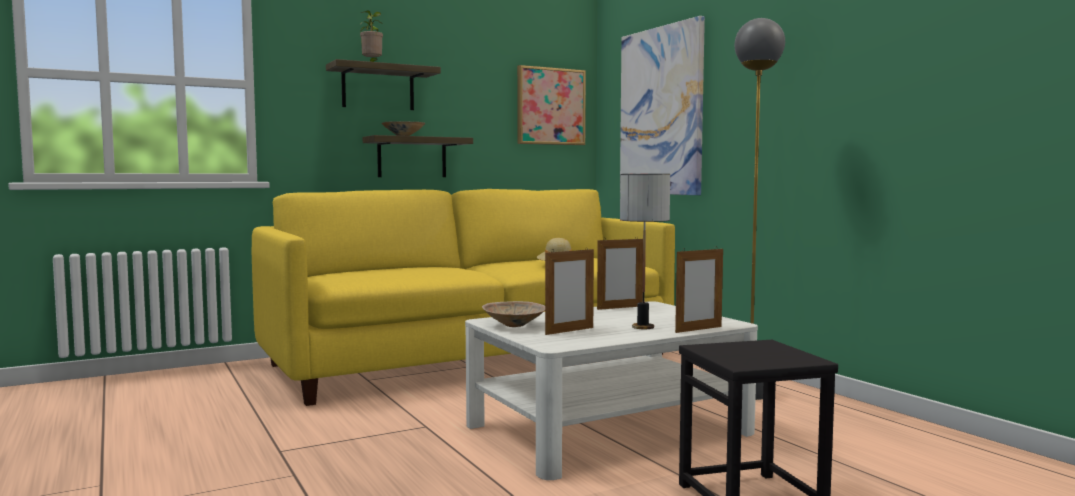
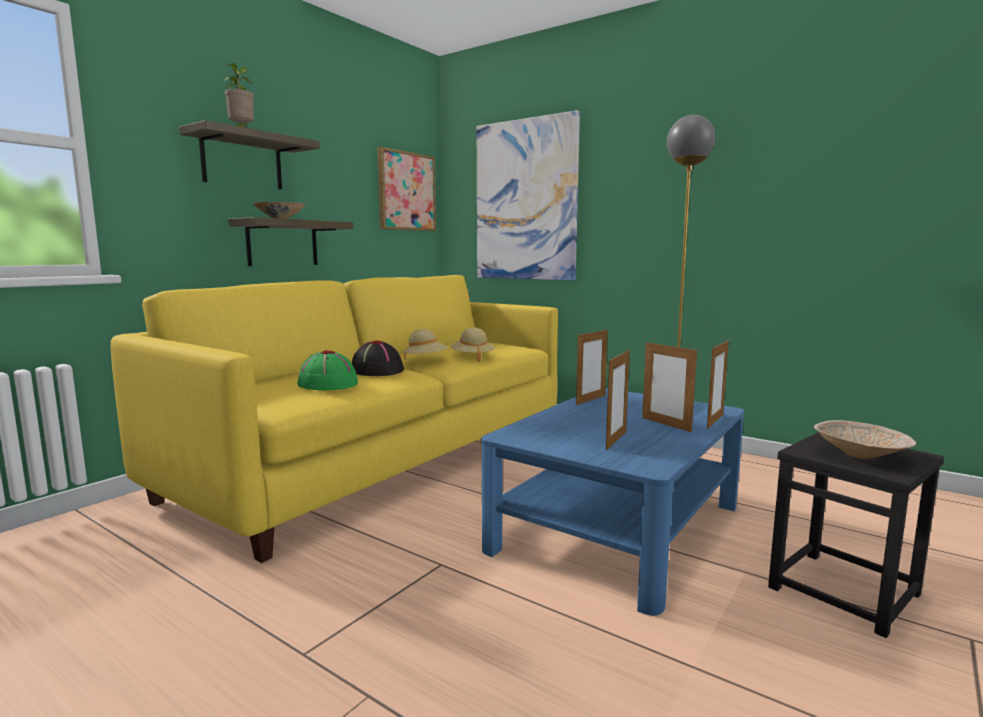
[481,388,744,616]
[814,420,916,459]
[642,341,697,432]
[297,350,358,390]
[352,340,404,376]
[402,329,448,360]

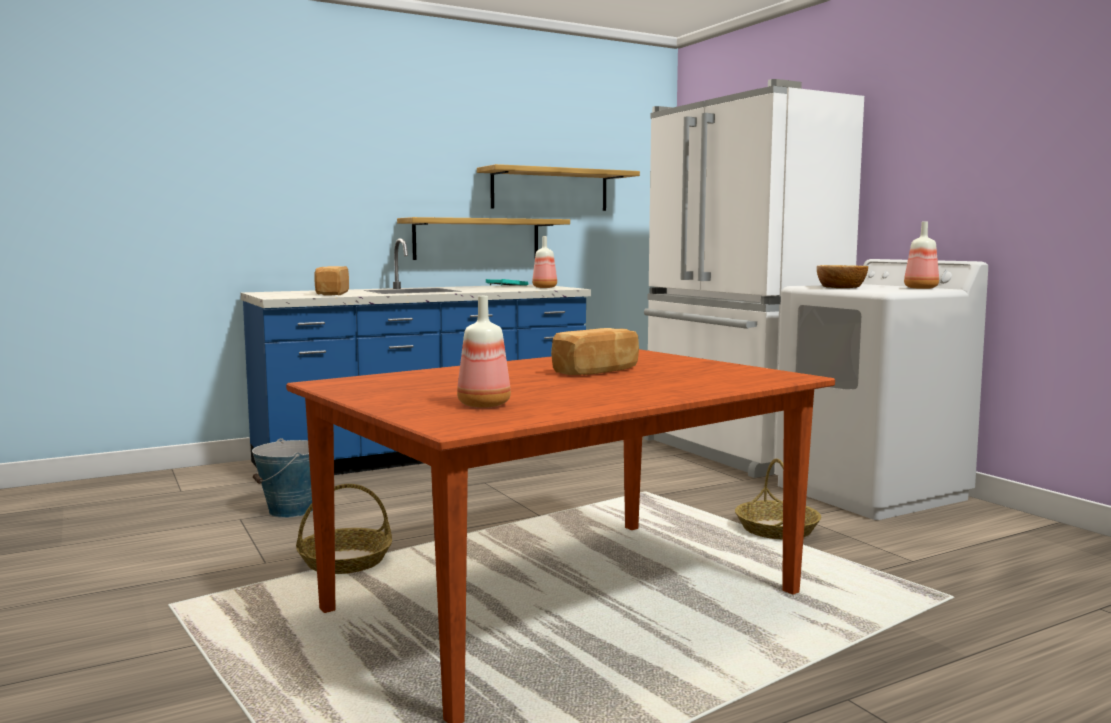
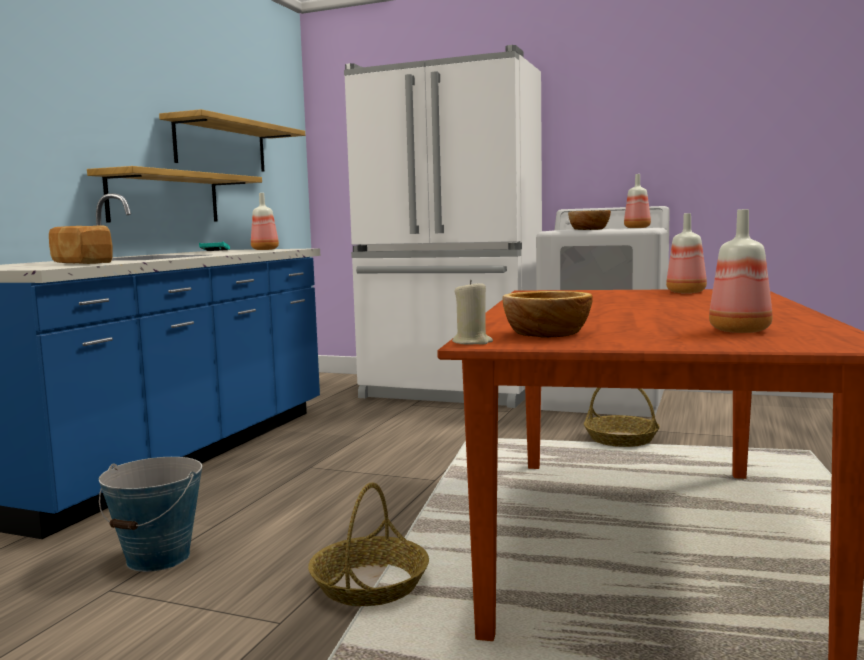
[551,328,639,375] (first image)
[452,280,493,345]
[503,291,593,338]
[666,213,707,293]

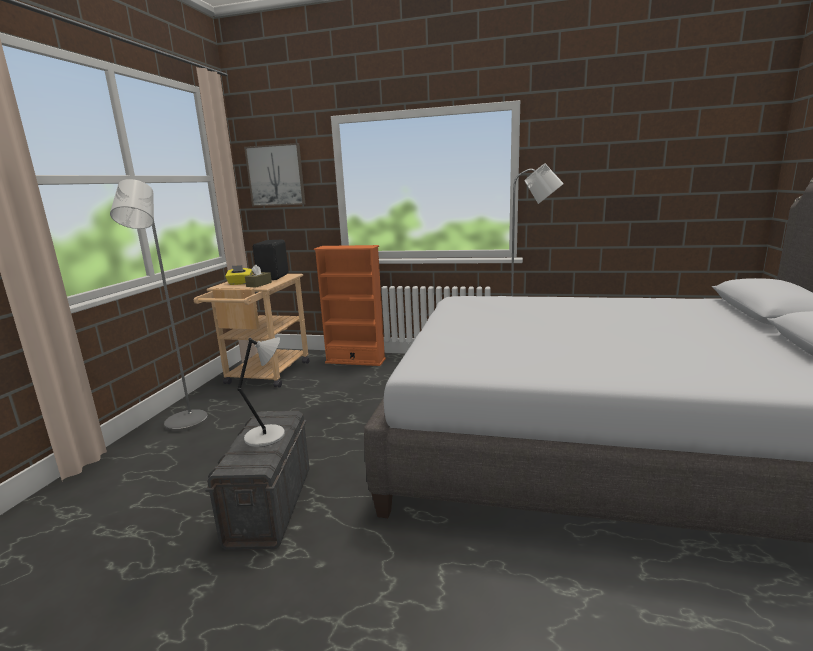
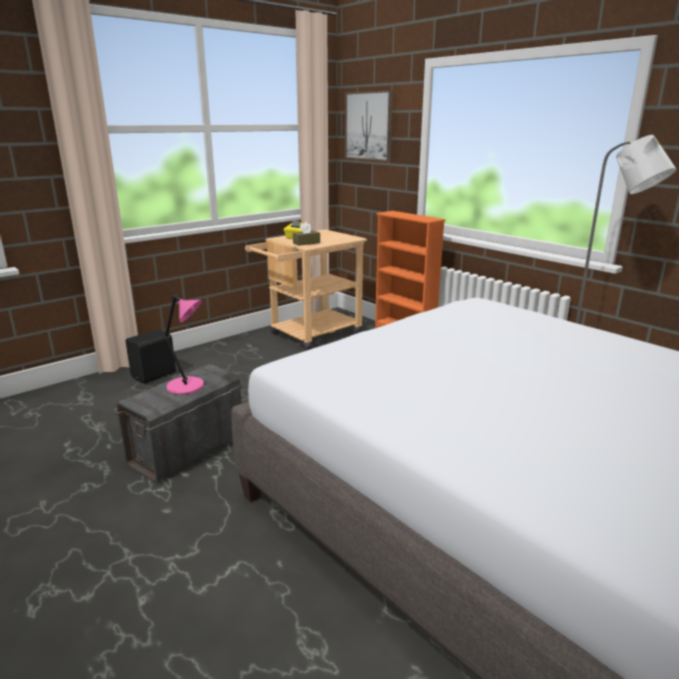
[110,179,208,432] (first image)
[163,294,204,395]
[126,329,176,384]

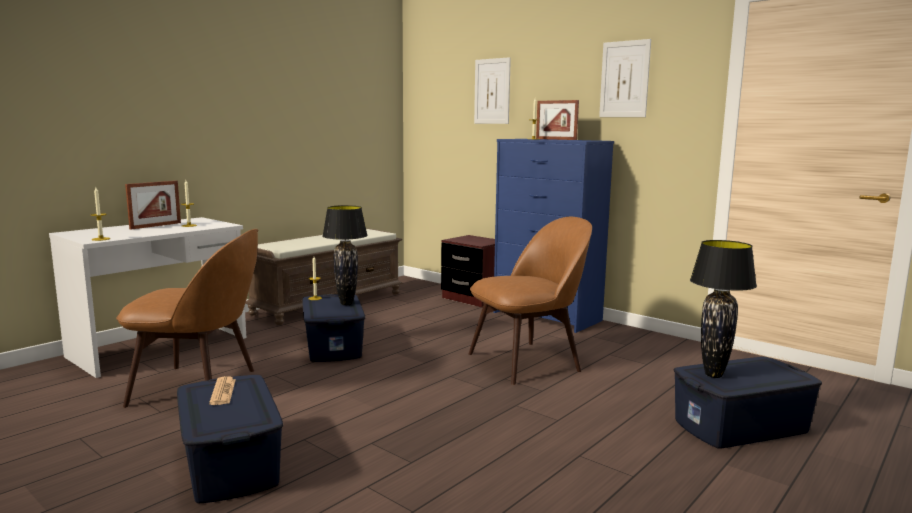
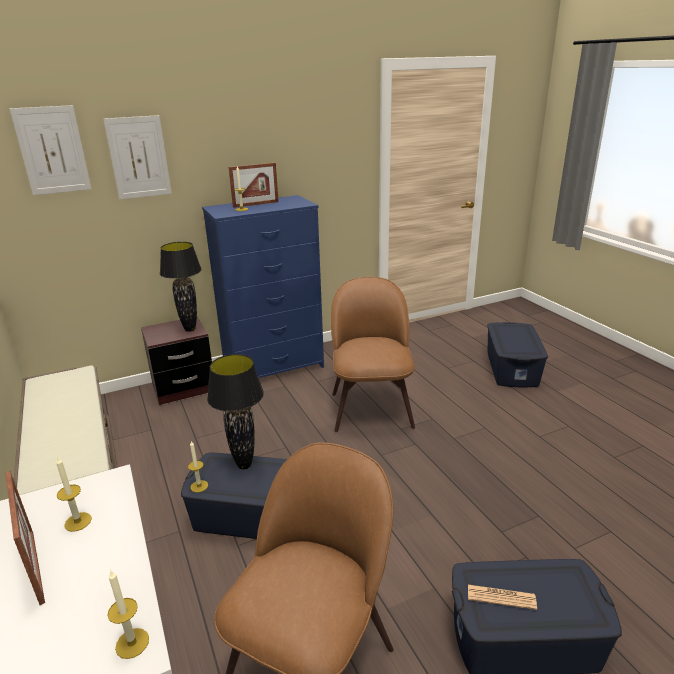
[10,105,91,195]
[160,242,202,332]

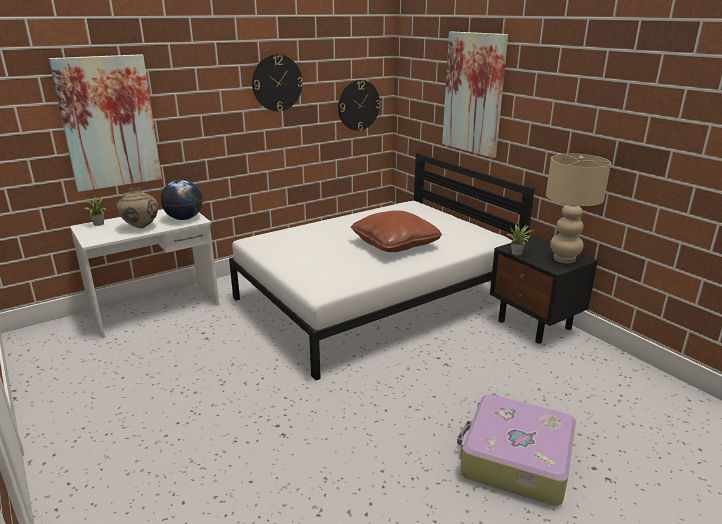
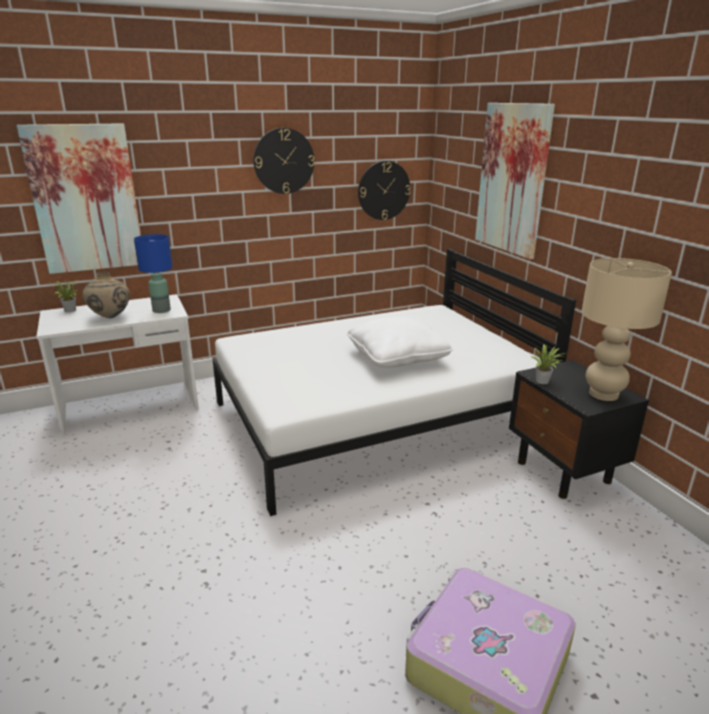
[134,234,173,313]
[346,316,453,368]

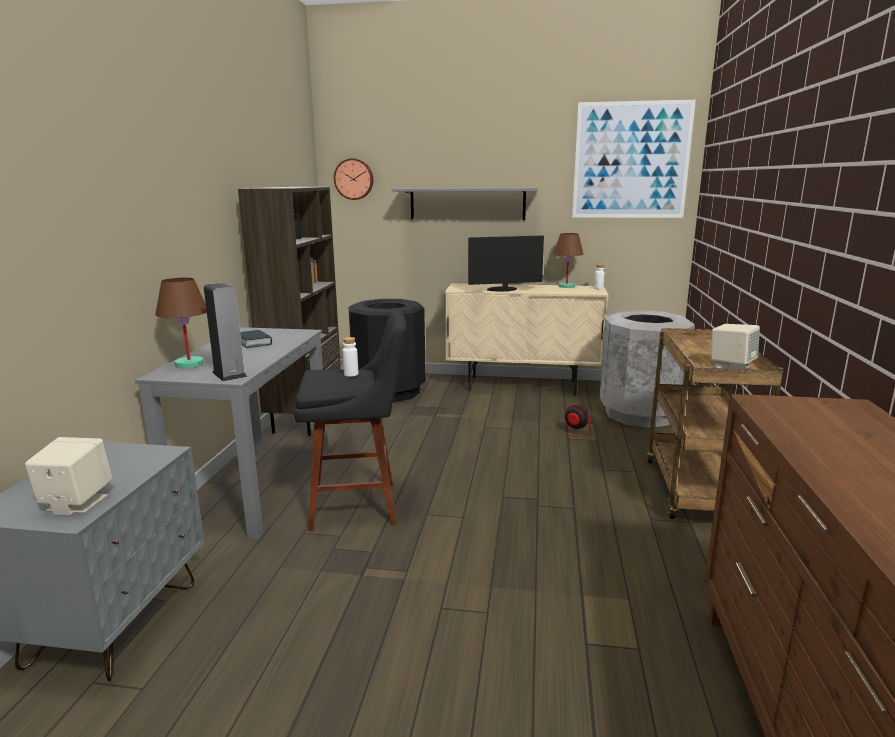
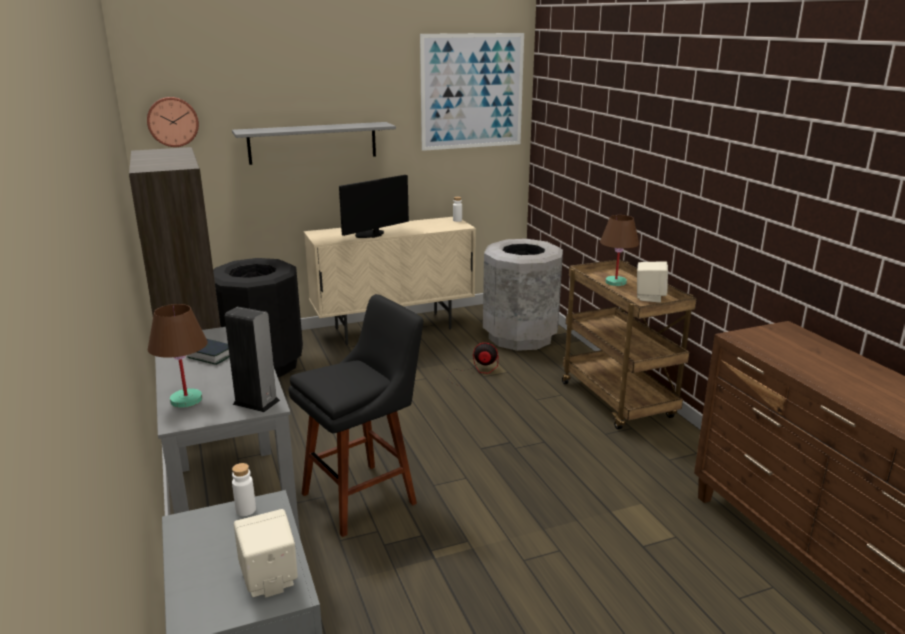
[232,463,256,516]
[600,215,639,286]

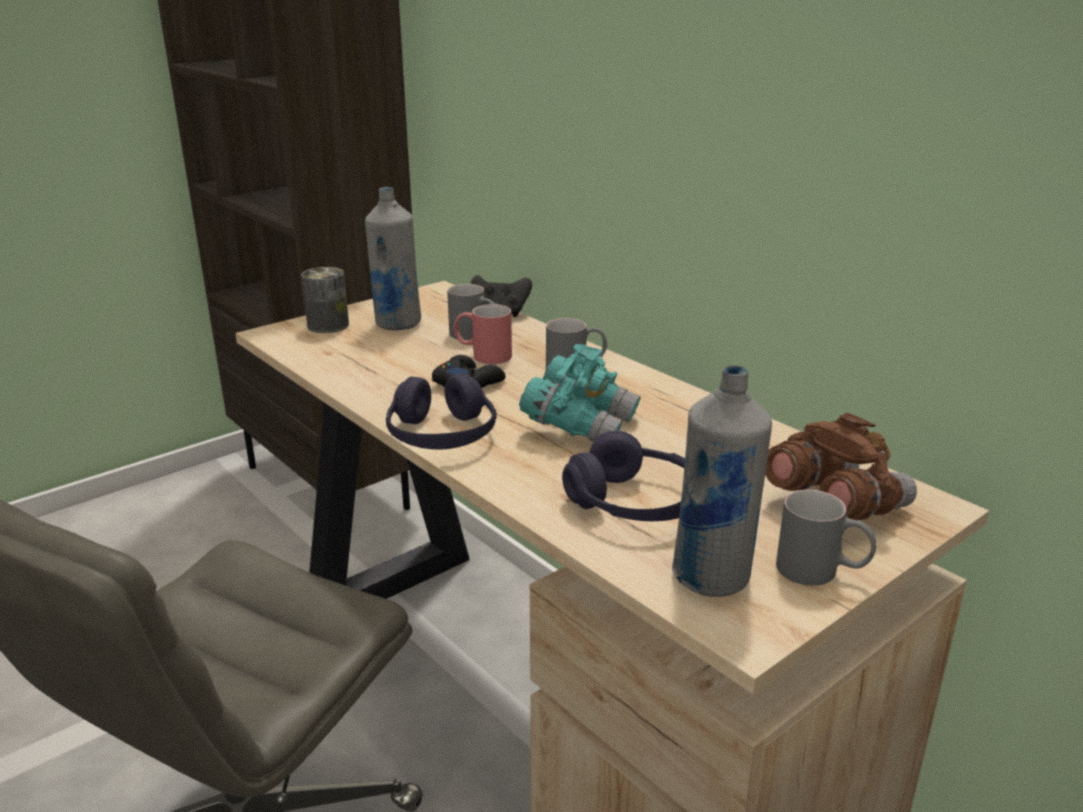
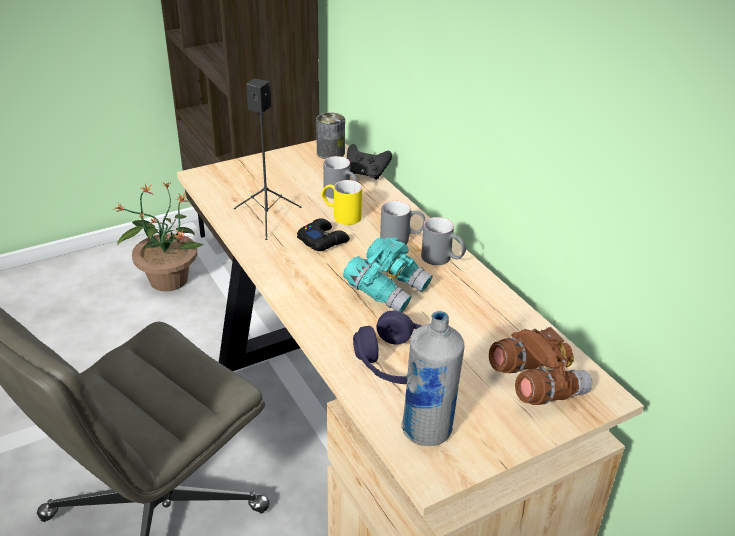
[316,112,345,159]
[365,187,421,330] (first image)
[386,373,497,450] (first image)
[322,180,362,225]
[421,217,466,265]
[113,182,204,291]
[234,79,301,240]

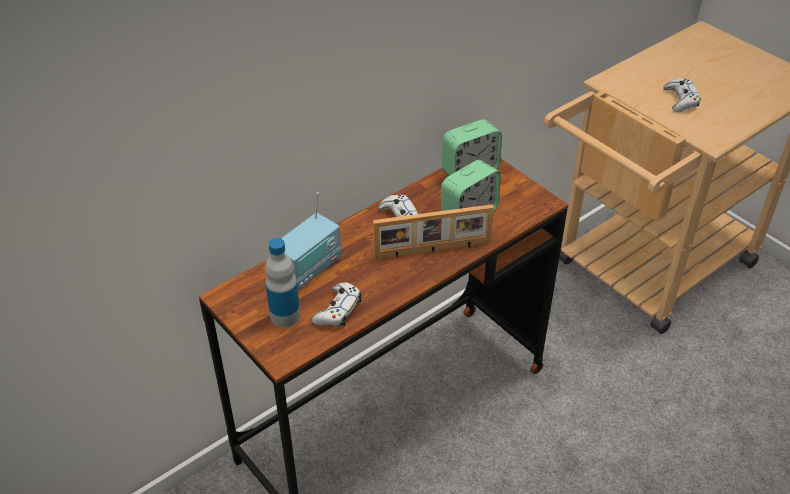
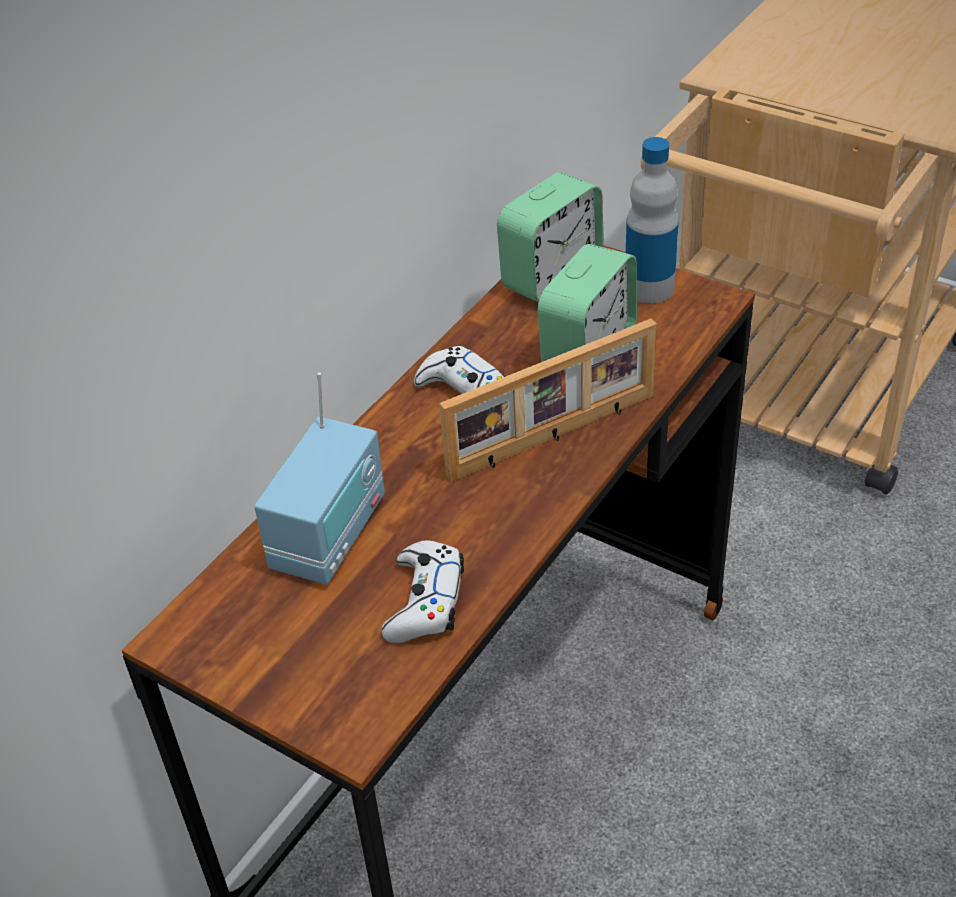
[626,137,679,303]
[663,78,701,112] (first image)

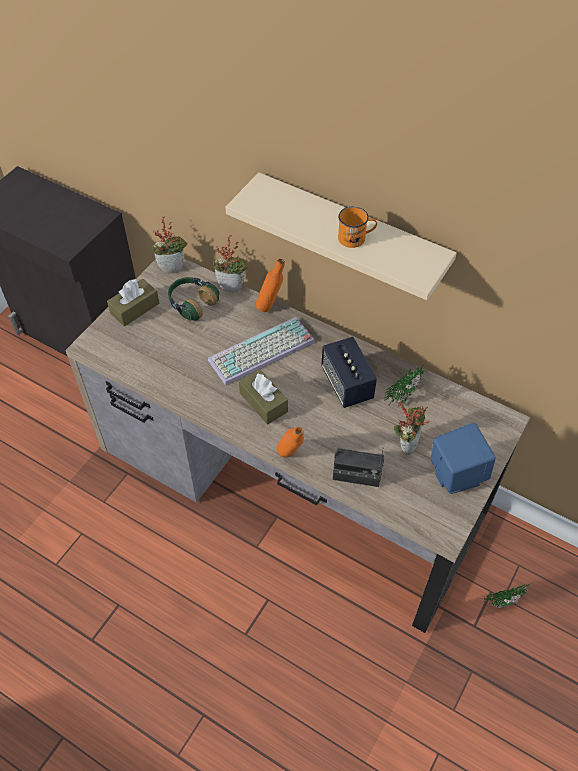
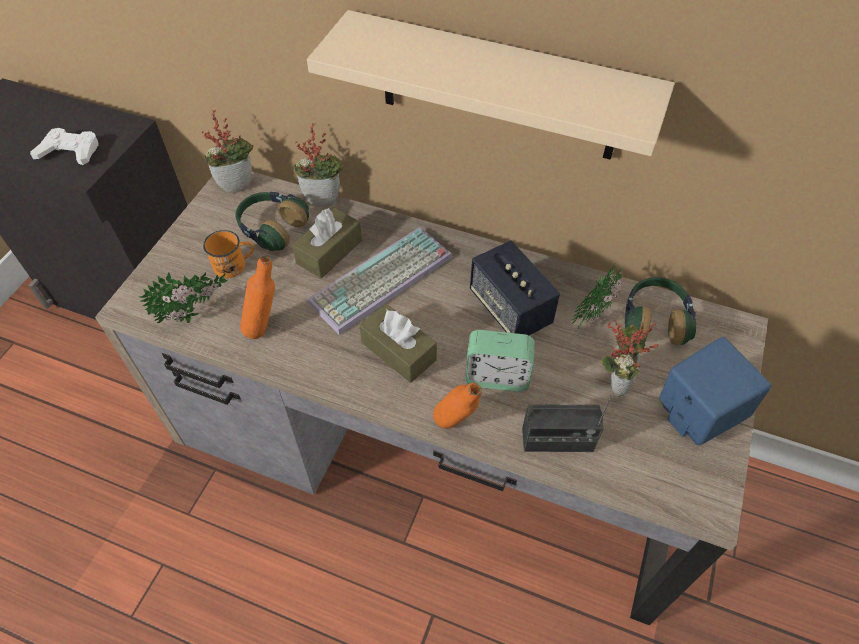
[292,208,362,279]
[240,256,275,339]
[203,230,254,278]
[140,272,227,323]
[30,128,99,165]
[465,330,534,392]
[625,277,696,345]

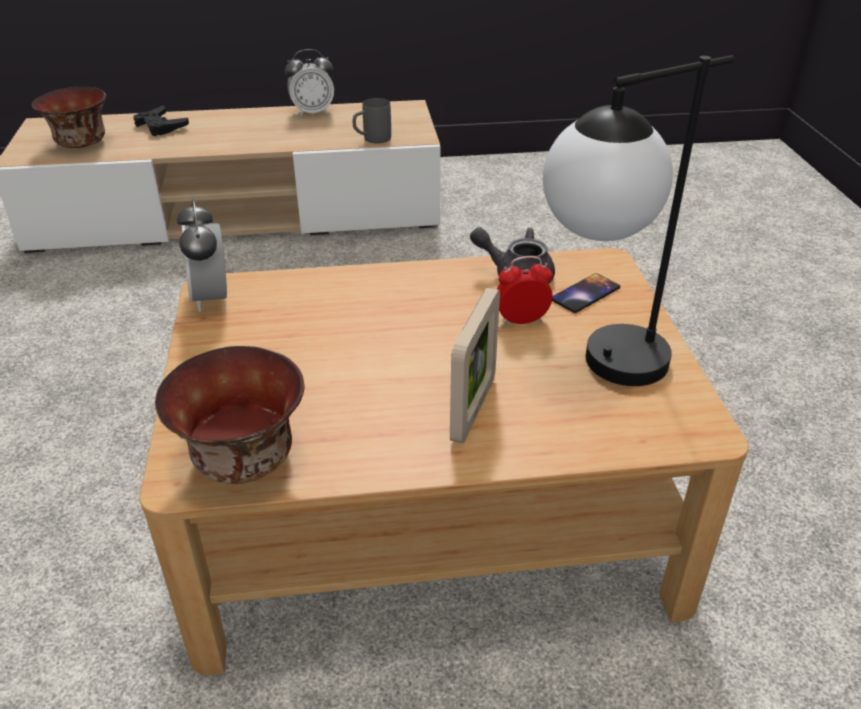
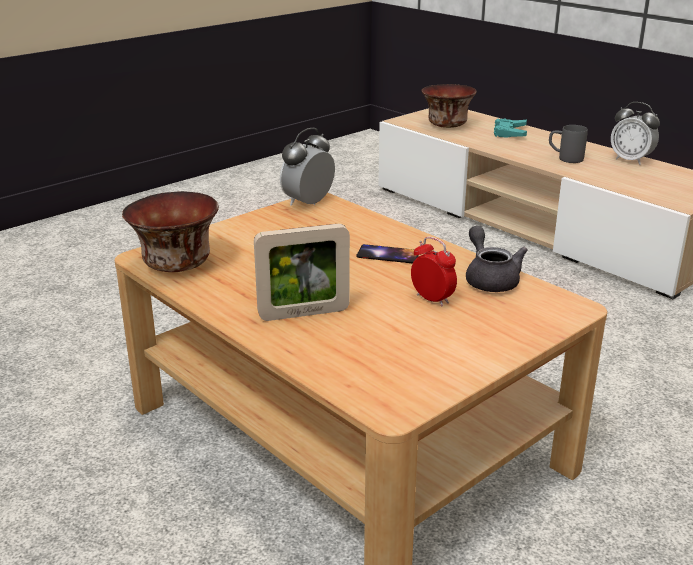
[494,119,527,138]
[549,125,588,163]
[543,55,735,386] (first image)
[356,244,419,263]

